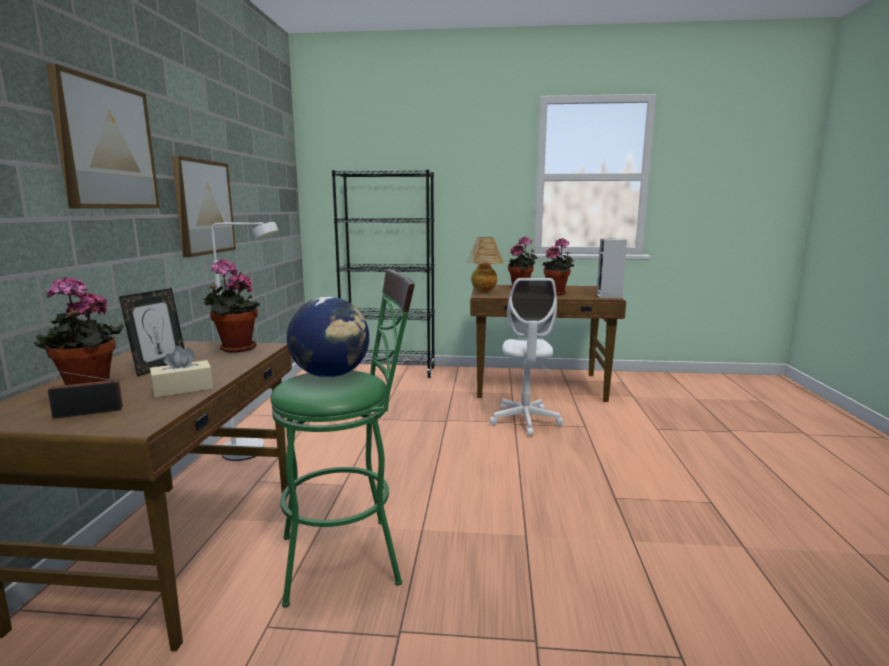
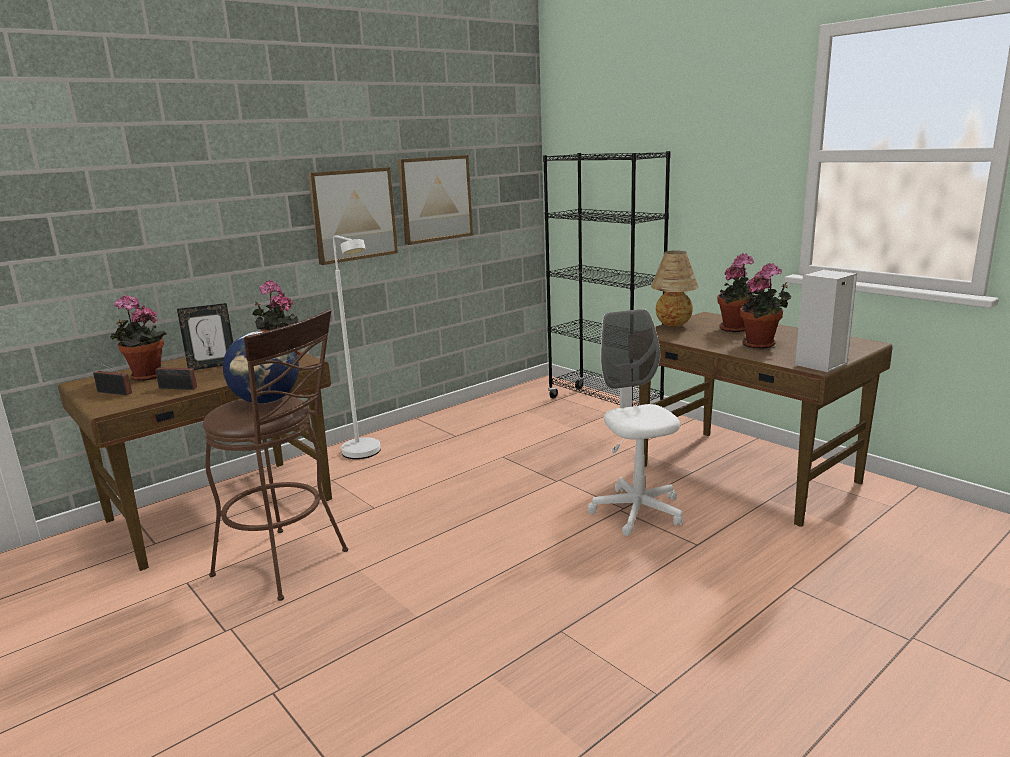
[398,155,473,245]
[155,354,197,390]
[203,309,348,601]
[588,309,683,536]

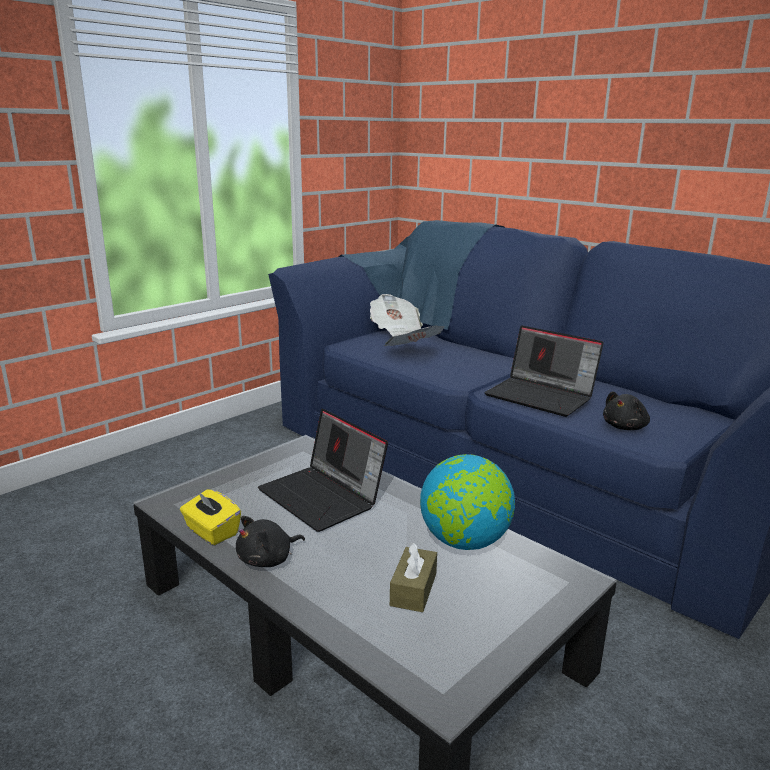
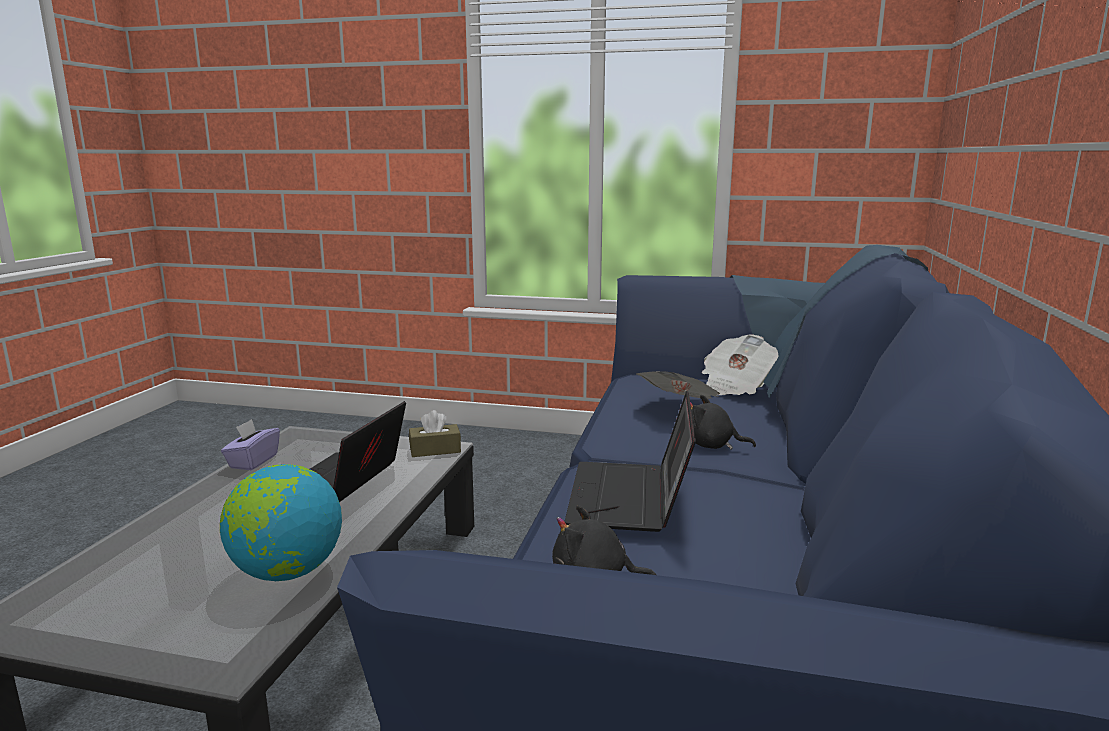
[221,419,280,470]
[690,395,756,450]
[409,410,461,457]

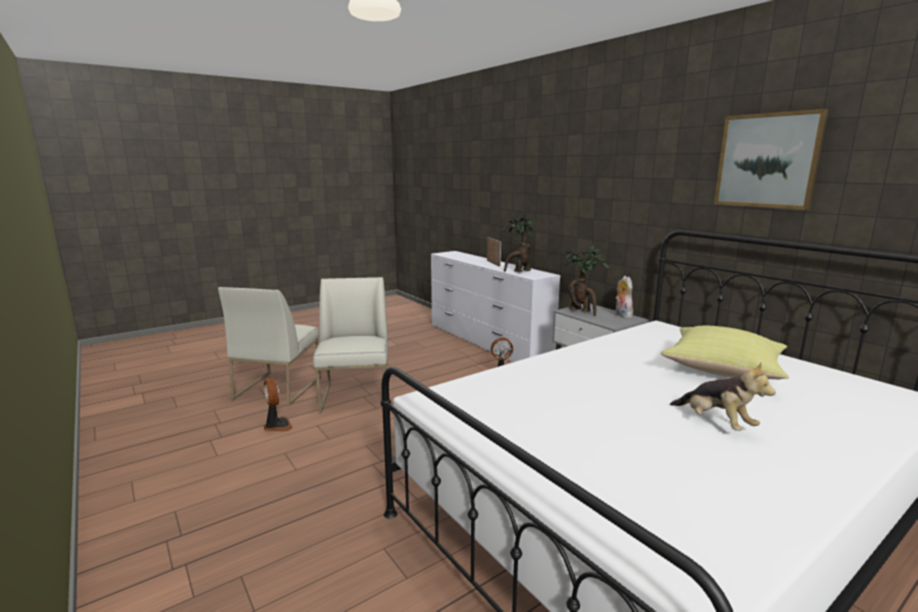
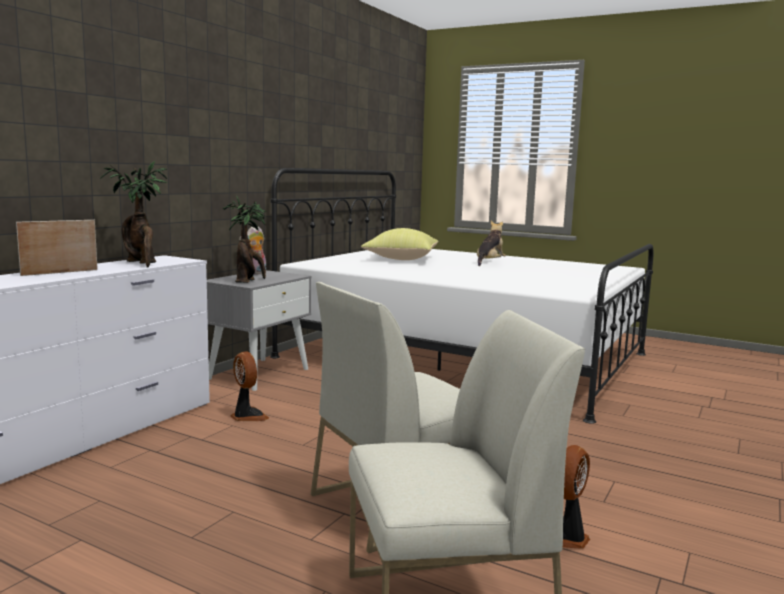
[714,109,829,210] (first image)

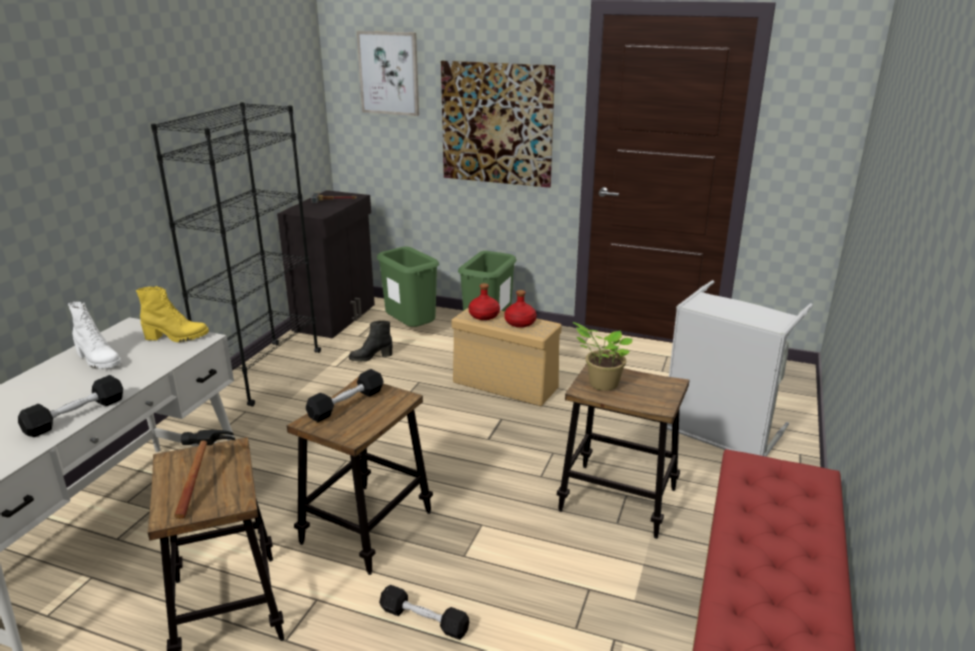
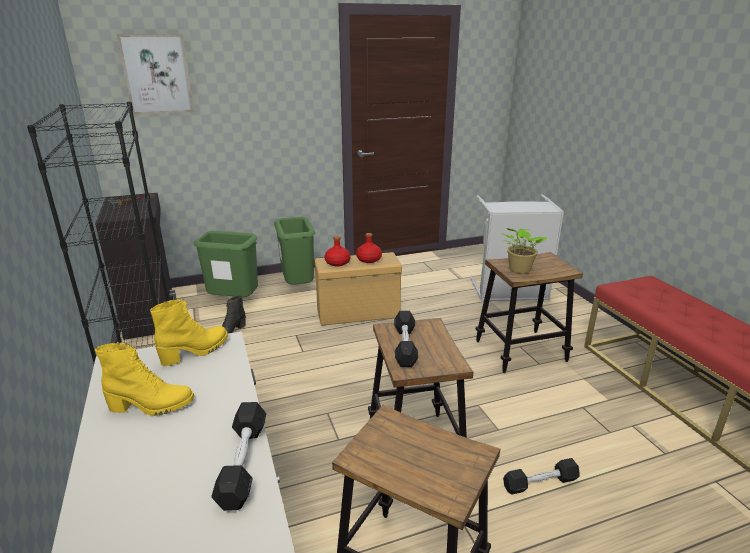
[95,342,194,416]
[174,430,235,519] (first image)
[441,61,555,188] (first image)

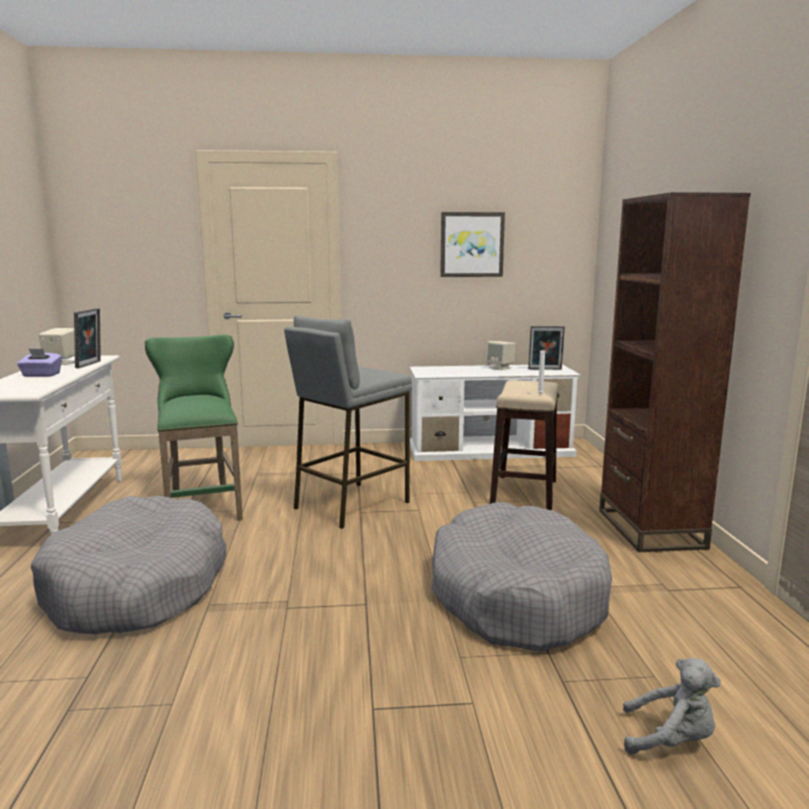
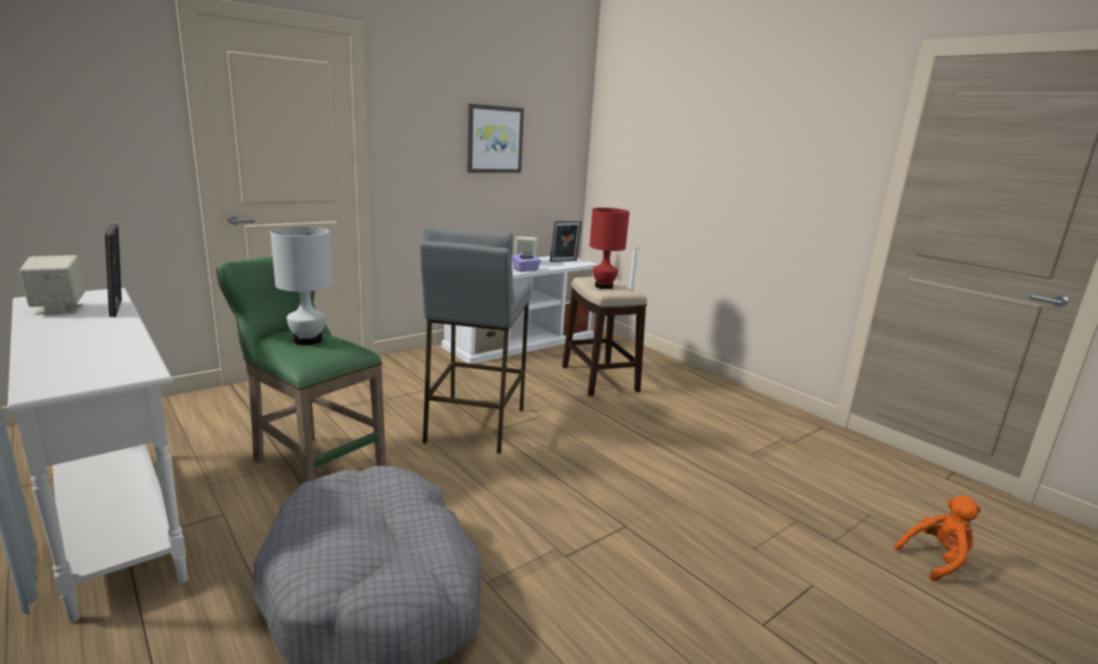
[512,250,541,272]
[431,502,612,652] (first image)
[599,192,751,552] (first image)
[894,496,981,581]
[270,227,332,345]
[590,208,630,289]

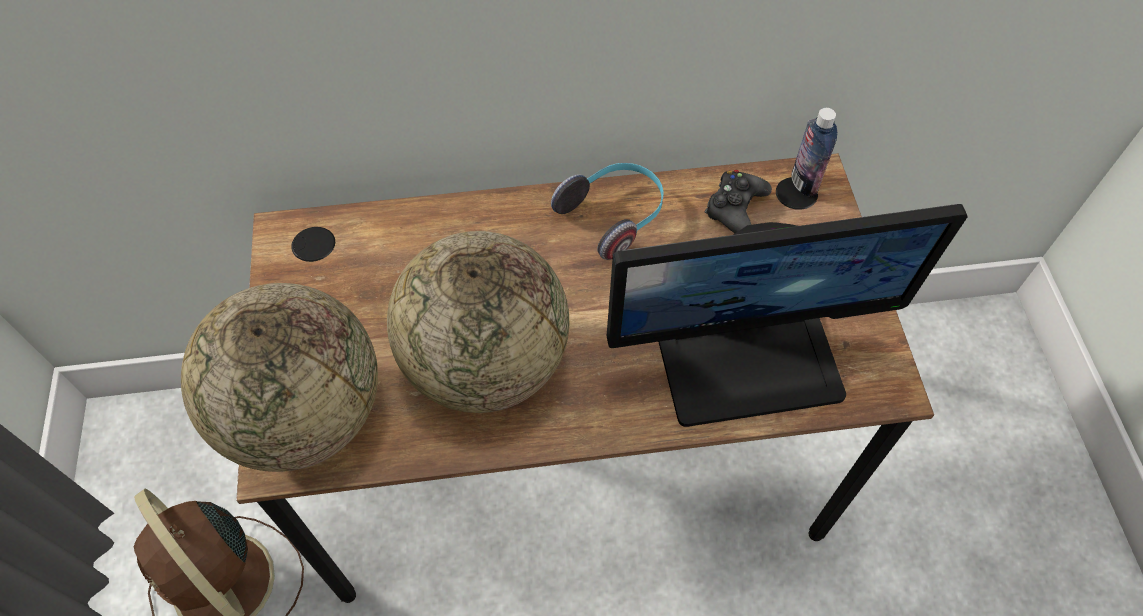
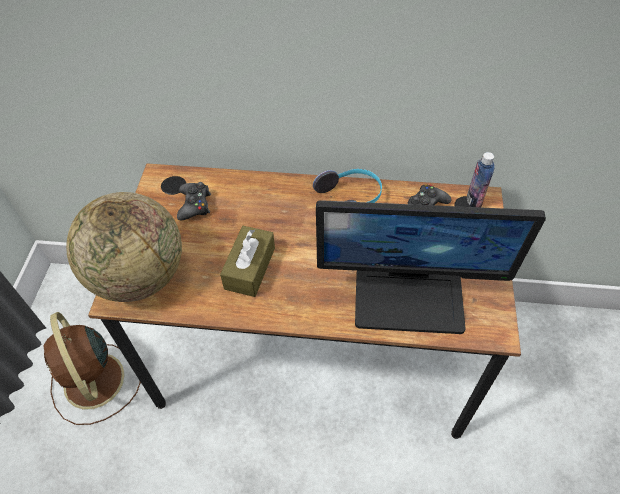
[220,226,275,297]
[177,182,211,220]

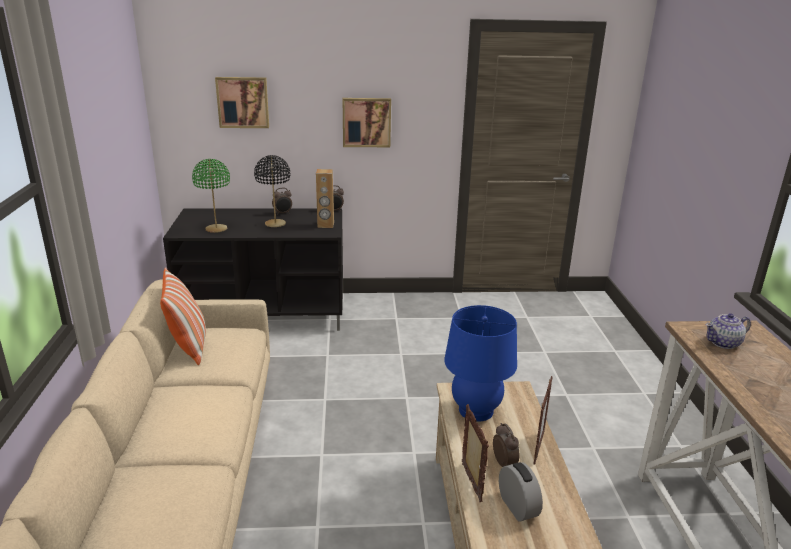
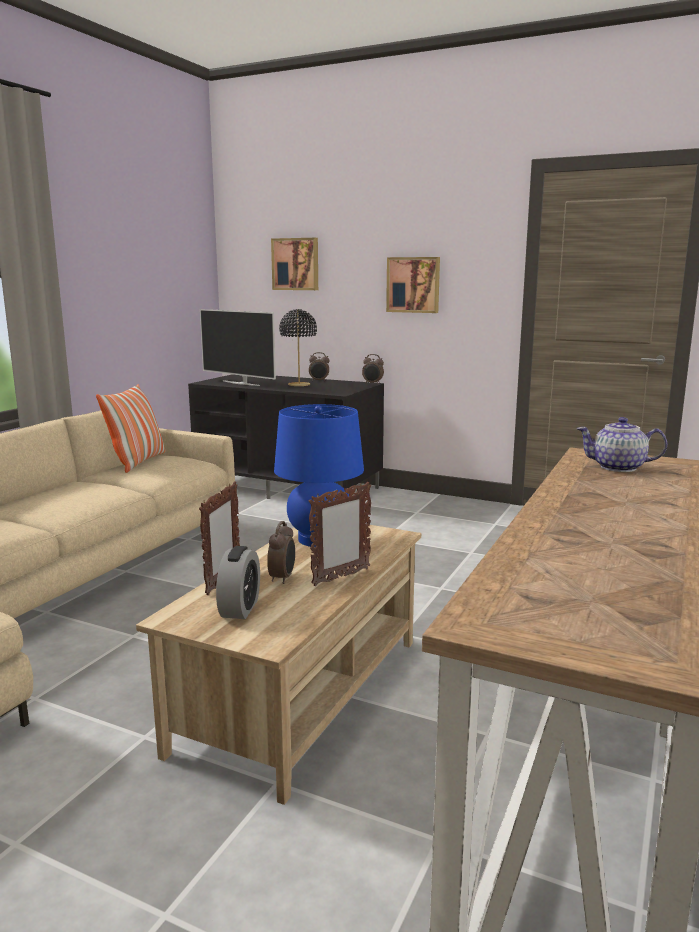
[200,309,276,386]
[316,169,334,228] (first image)

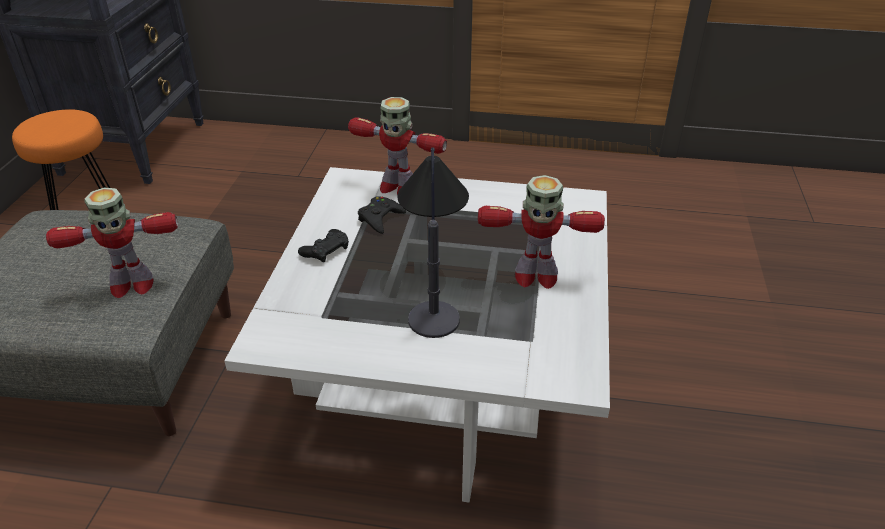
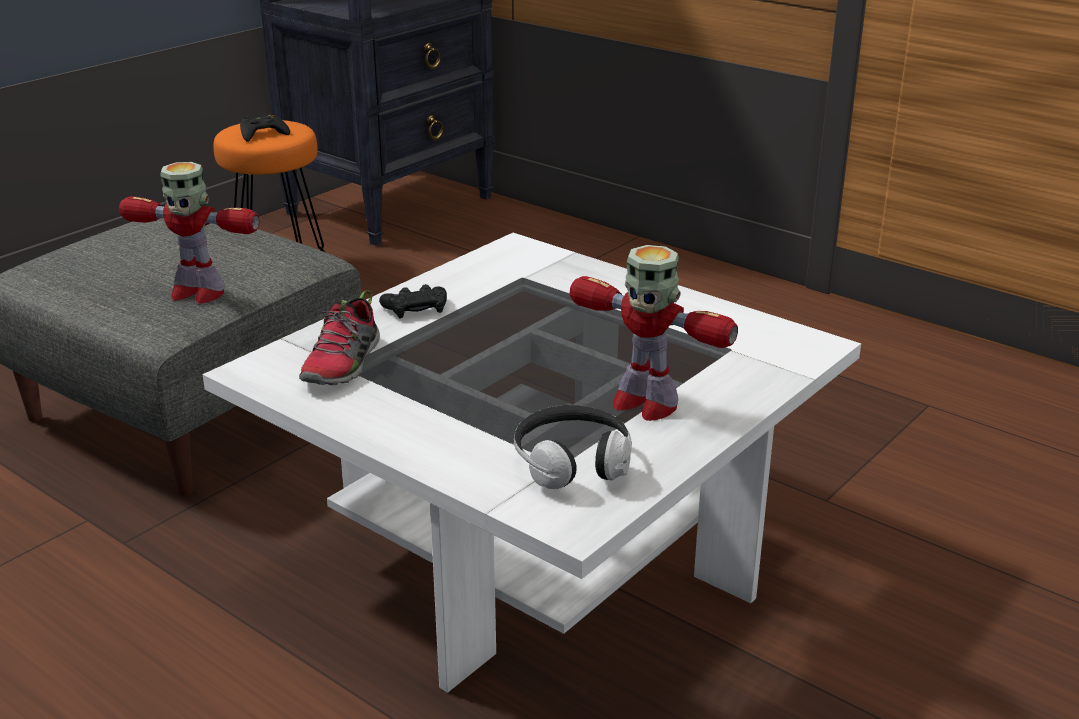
[348,97,447,195] (first image)
[240,115,290,142]
[397,147,469,338] (first image)
[299,290,380,385]
[514,405,632,489]

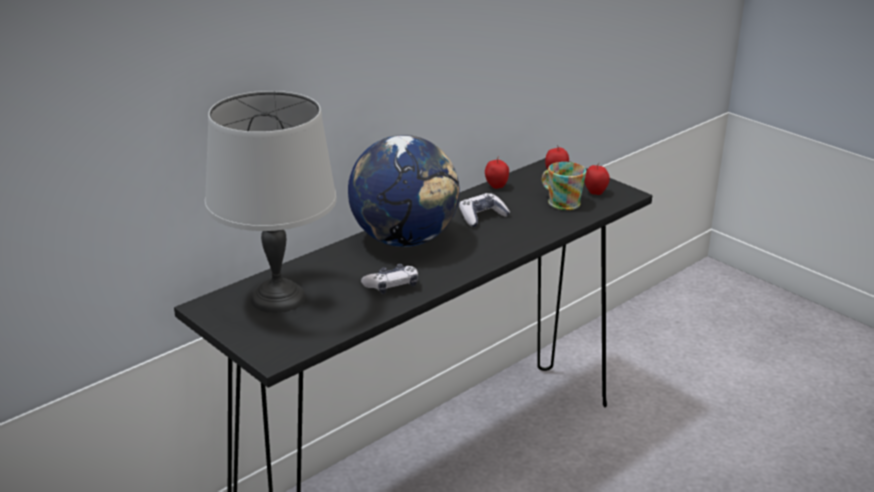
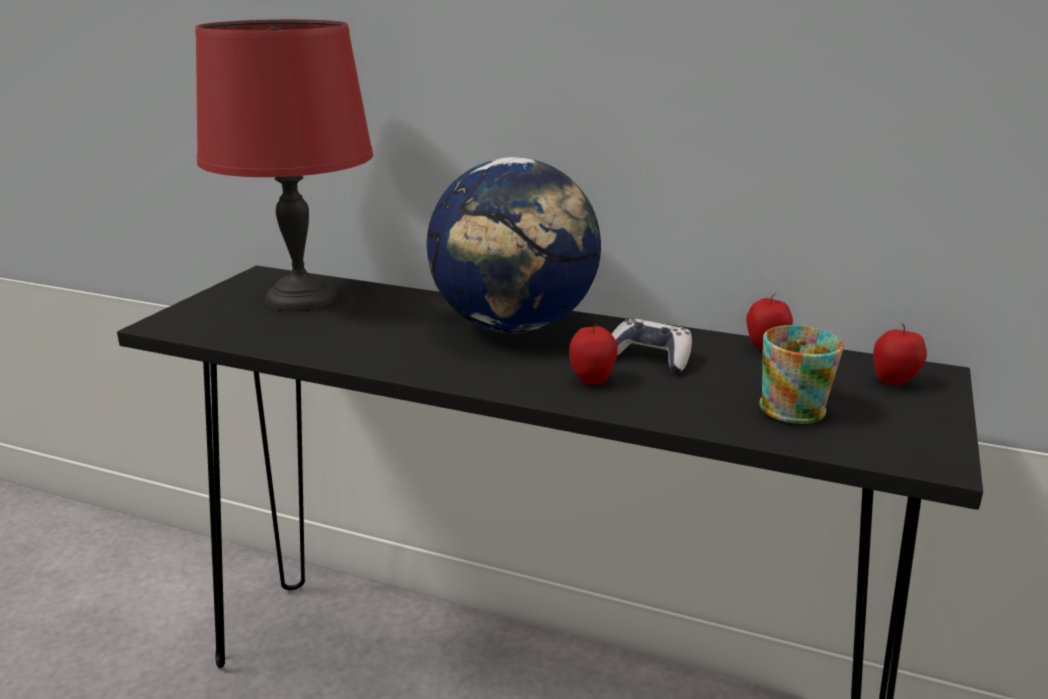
[195,19,373,311]
[361,264,418,294] (first image)
[569,322,618,385]

